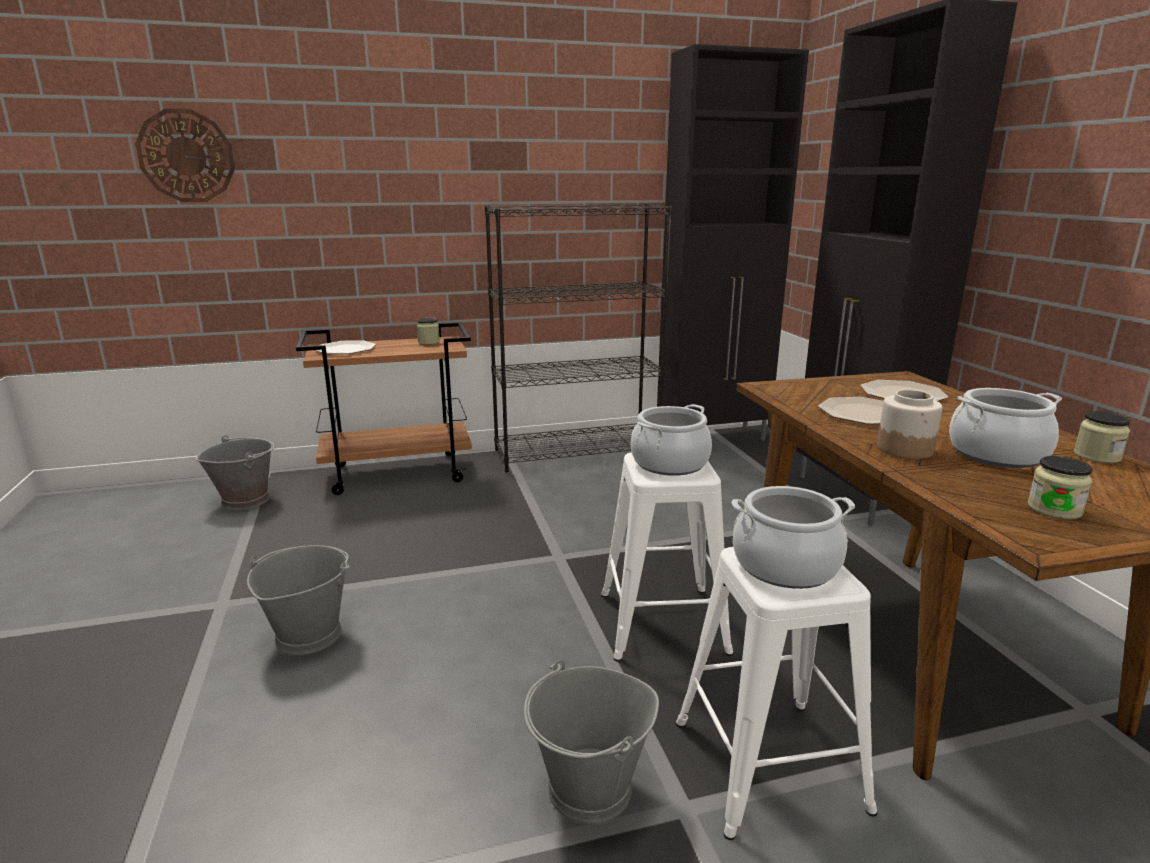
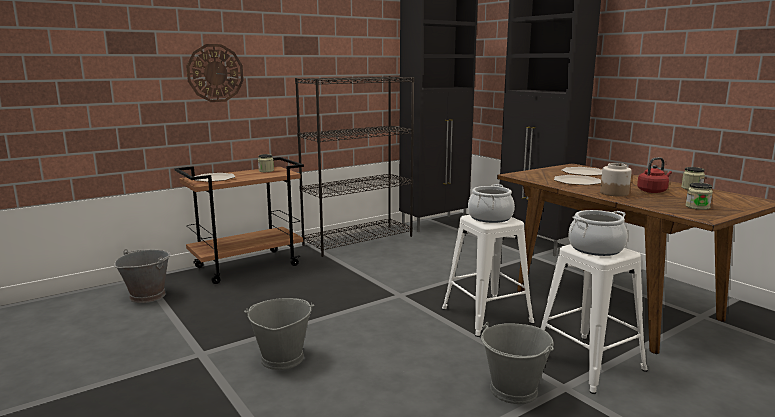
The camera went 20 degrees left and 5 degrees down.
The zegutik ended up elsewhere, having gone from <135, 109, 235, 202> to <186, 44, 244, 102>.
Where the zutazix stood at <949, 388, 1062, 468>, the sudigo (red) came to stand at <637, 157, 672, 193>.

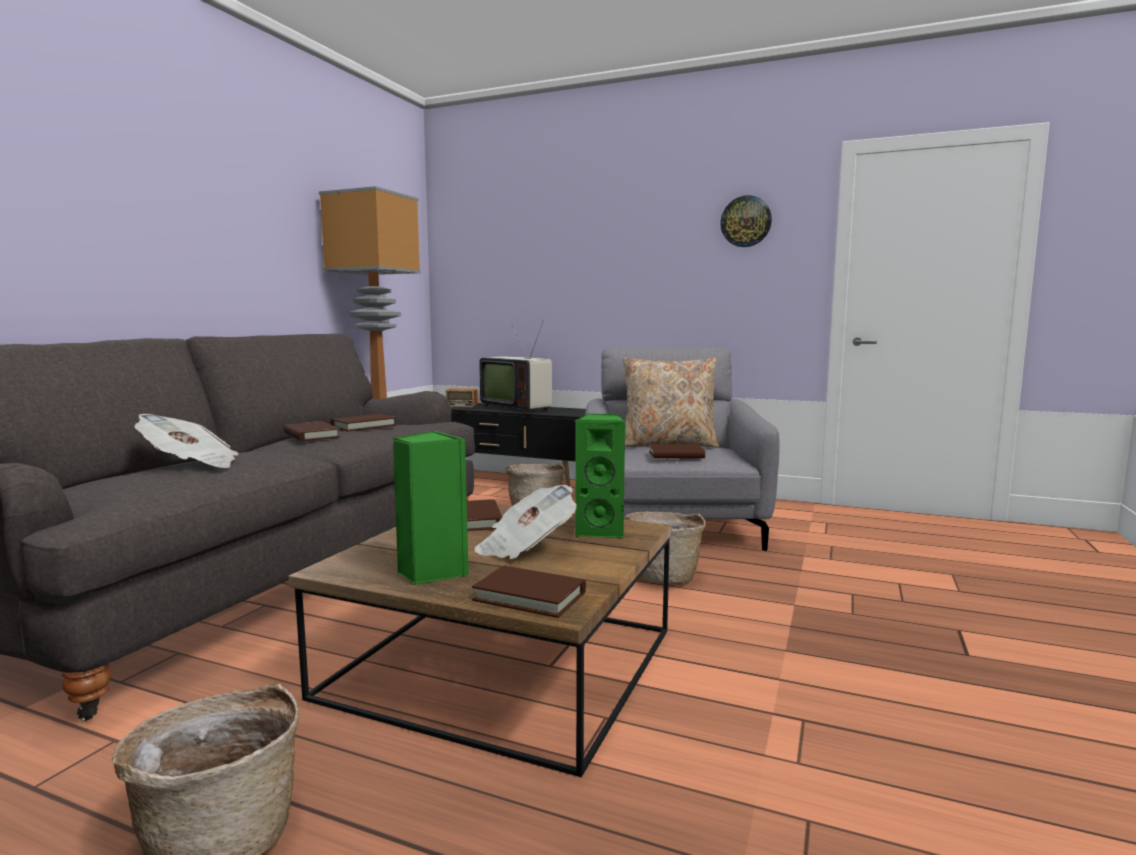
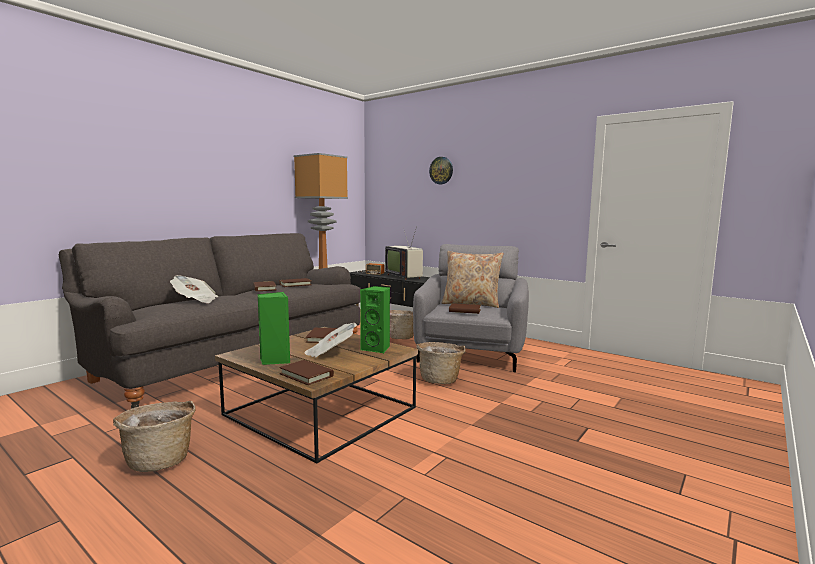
The camera went 15 degrees right and 0 degrees up.
The zegutik ended up elsewhere, having gone from <720, 195, 772, 247> to <429, 157, 453, 184>.

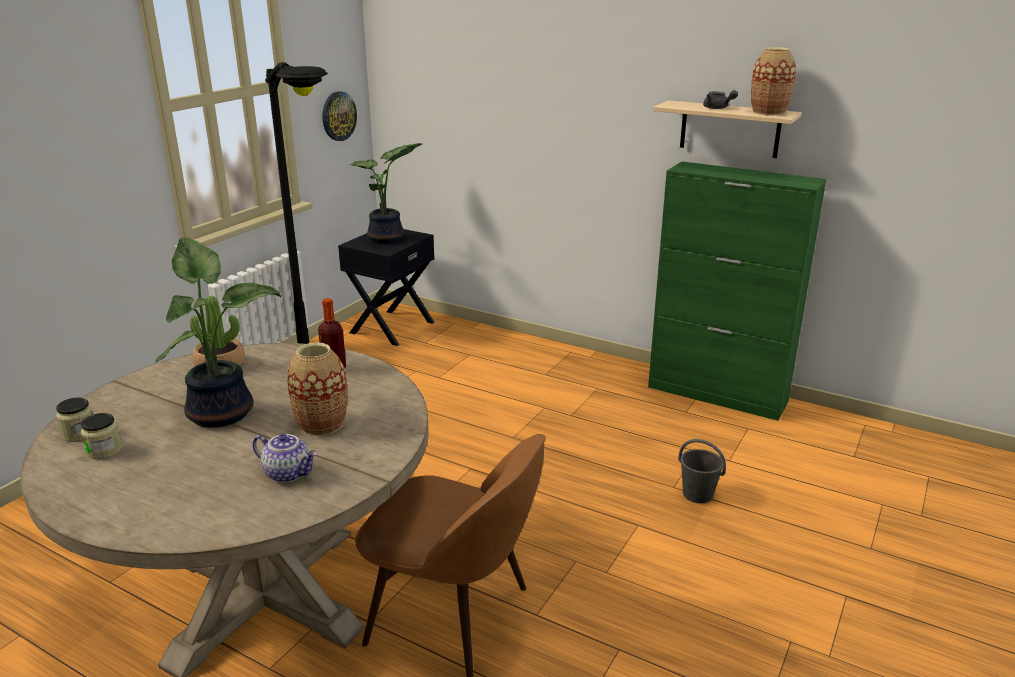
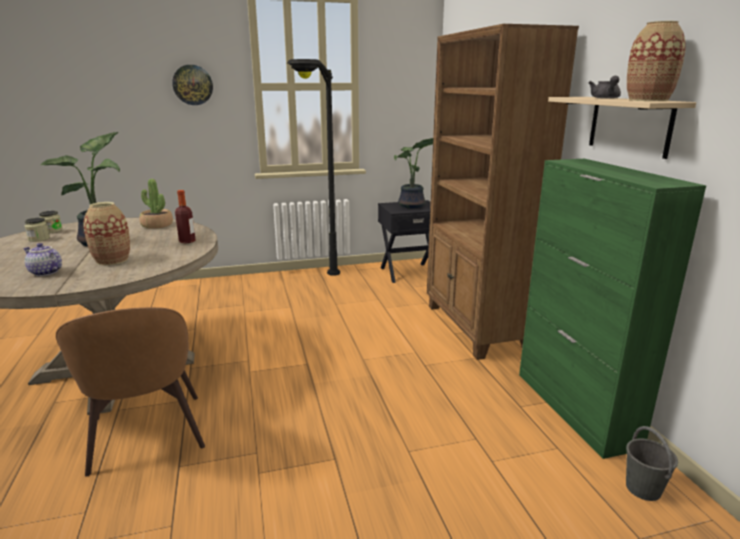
The camera went 45 degrees right and 5 degrees down.
The zegutik ended up elsewhere, having gone from <322, 91, 357, 141> to <172, 65, 213, 105>.
The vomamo at <252, 434, 317, 483> ended up facing another way, 135 degrees clockwise from before.
The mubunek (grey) ended up elsewhere, having gone from <678, 439, 726, 503> to <626, 426, 678, 501>.
The second view gained the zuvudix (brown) at <427, 24, 579, 360>.

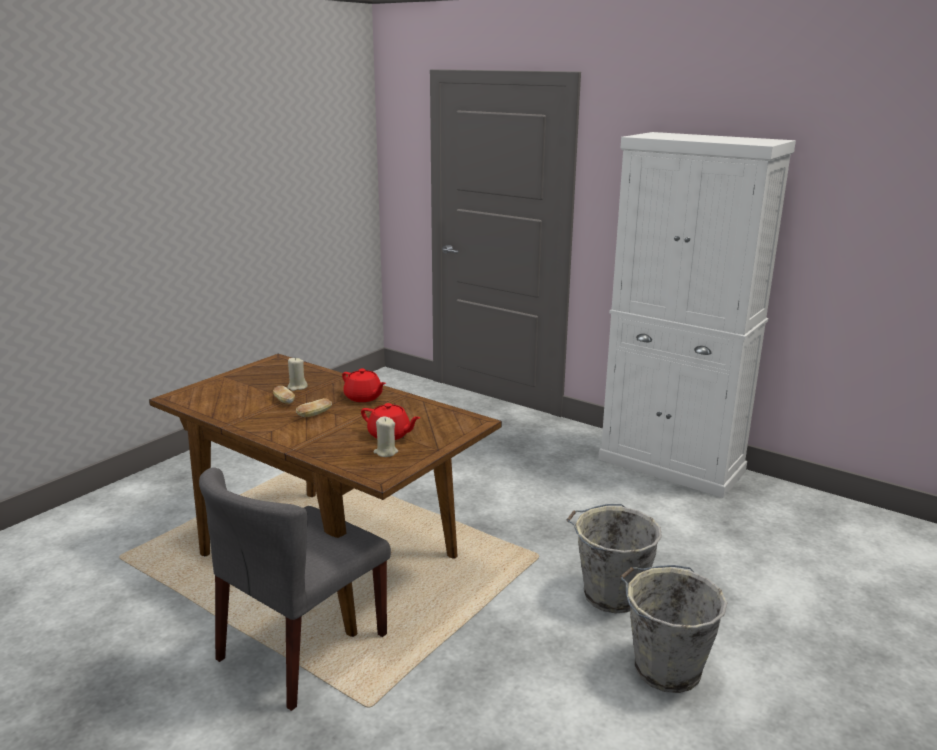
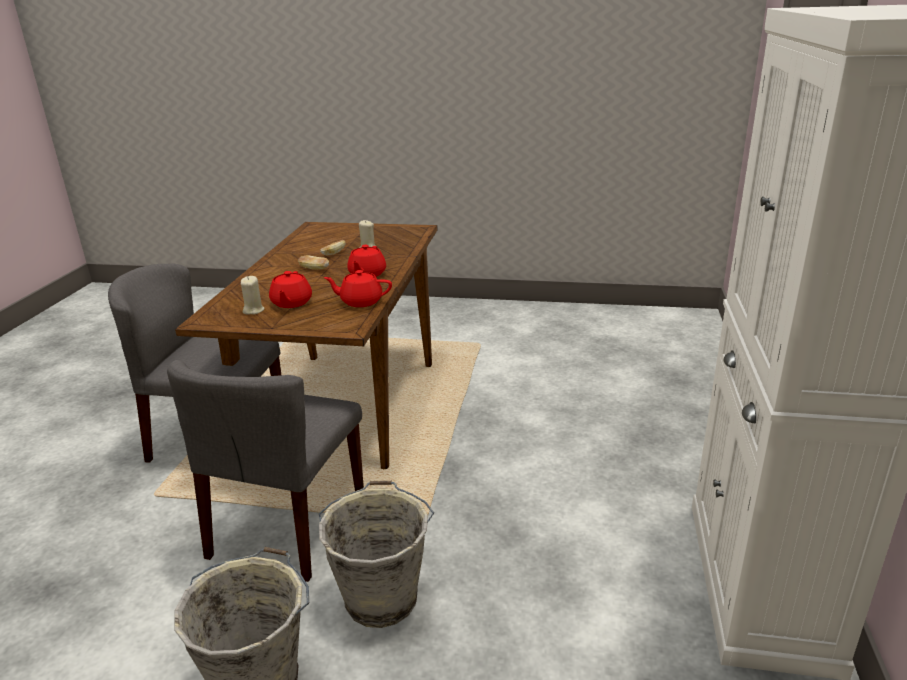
The camera went 65 degrees right and 5 degrees up.
The second view gained the vomamo (red) at <324, 270, 392, 307>.
The second view gained the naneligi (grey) at <167, 360, 364, 582>.

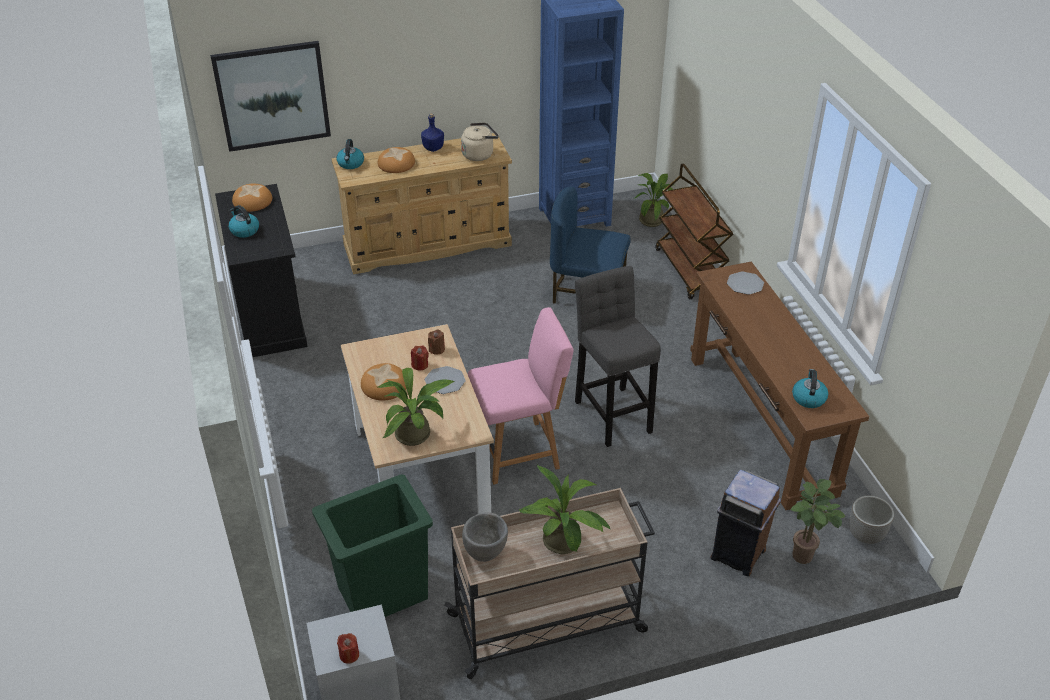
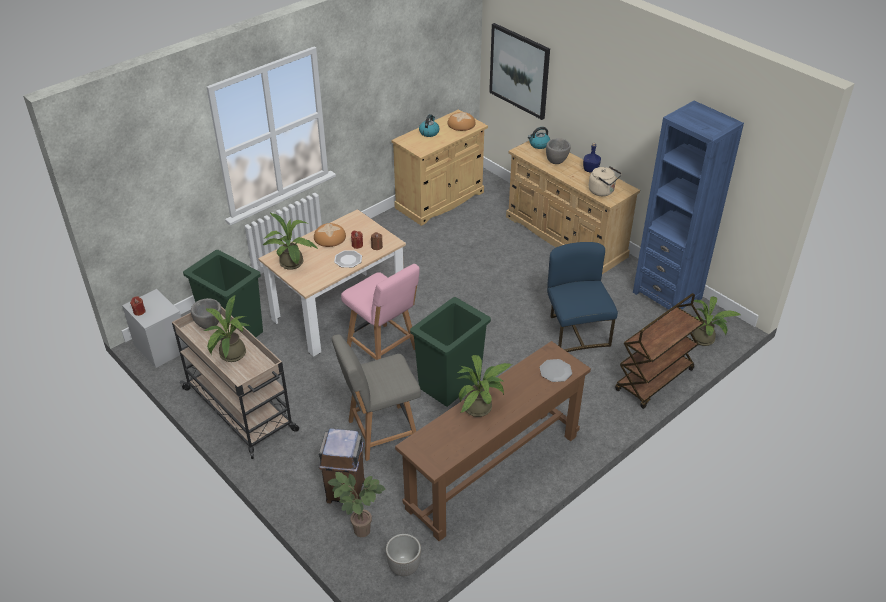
The camera went 65 degrees right and 0 degrees up.
Where the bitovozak stood at <378, 147, 415, 173>, the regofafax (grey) came to stand at <546, 138, 571, 164>.
What was the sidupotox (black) at <215, 184, 307, 357> turned into the sidupotox (beige) at <391, 109, 488, 226>.
Where the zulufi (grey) stood at <575, 266, 661, 447>, the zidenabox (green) came to stand at <410, 297, 491, 407>.
The second view lost the sudigo at <792, 369, 828, 408>.
The second view gained the naneligi (grey) at <332, 334, 421, 461>.
The second view gained the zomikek at <456, 355, 512, 417>.

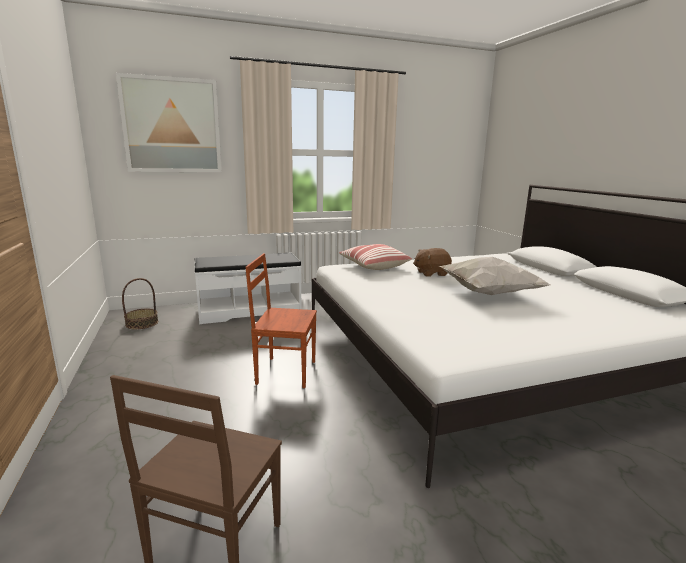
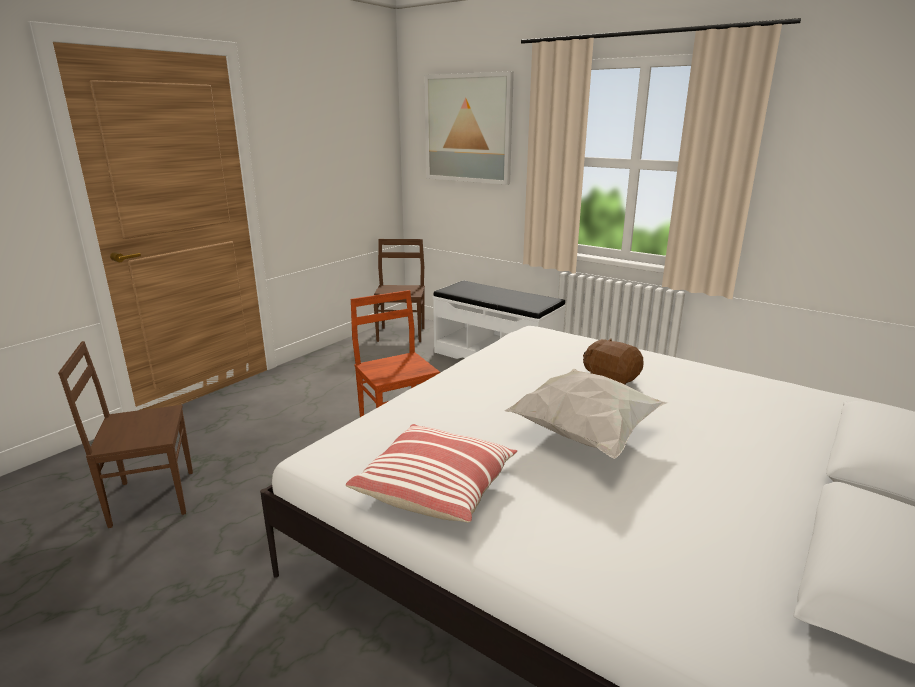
The camera went 55 degrees right and 5 degrees up.
The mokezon ended up elsewhere, having gone from <339, 244, 412, 270> to <346, 424, 517, 522>.
Where the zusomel stood at <122, 278, 158, 329>, the naneligi (brown) came to stand at <374, 239, 425, 342>.

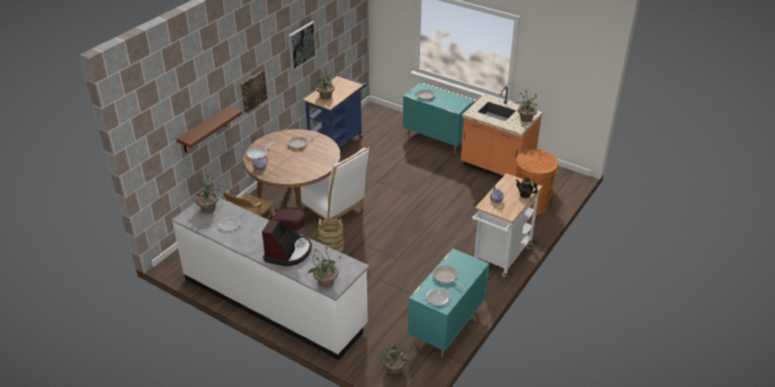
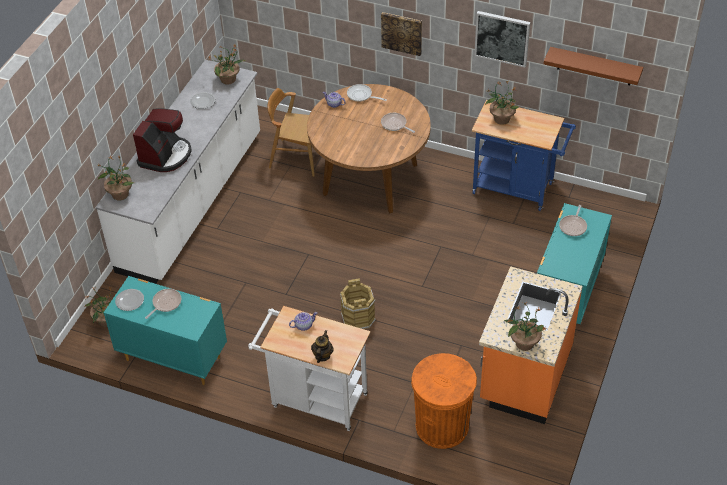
The camera went 80 degrees right and 10 degrees up.
The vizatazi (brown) ended up elsewhere, having gone from <177, 106, 242, 153> to <543, 47, 643, 85>.
The second view lost the naneligi (white) at <294, 147, 370, 219>.
The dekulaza at <262, 209, 312, 266> ended up facing another way, 75 degrees counterclockwise from before.
The mubunek (brown) ended up elsewhere, having gone from <318, 219, 344, 252> to <340, 278, 376, 329>.

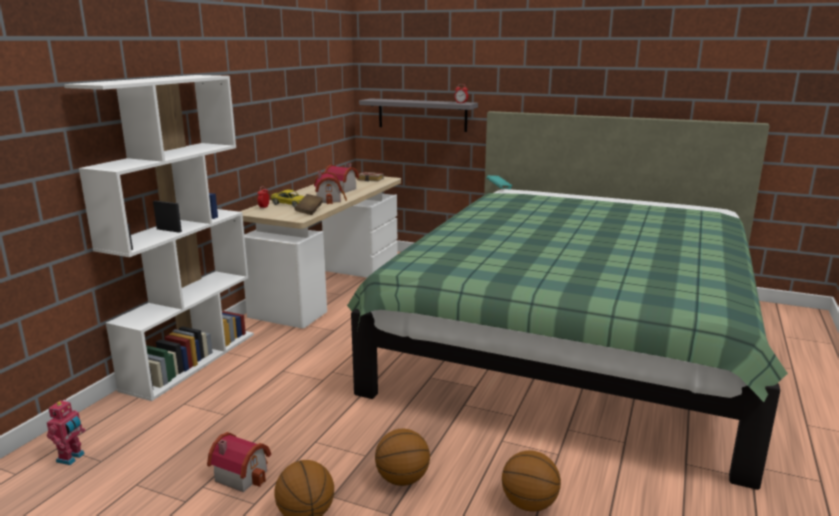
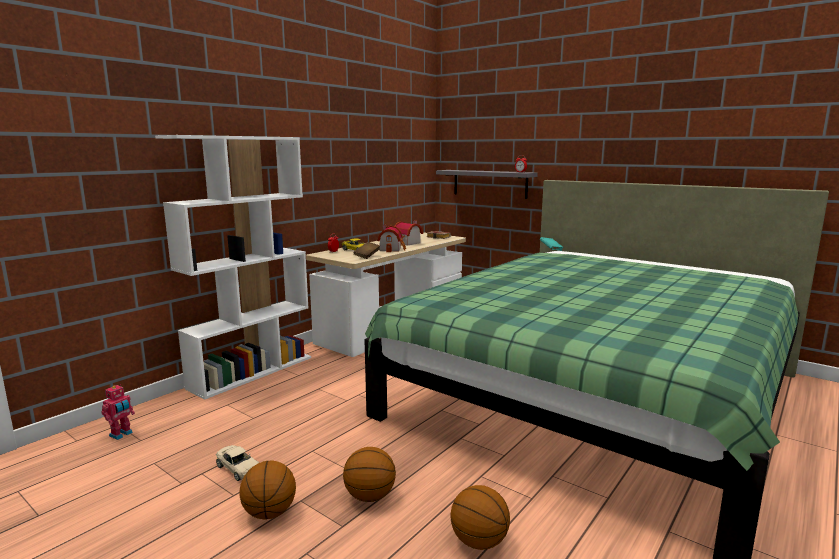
The camera went 15 degrees right and 5 degrees down.
Where the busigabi stood at <207, 432, 271, 492>, the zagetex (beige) came to stand at <216, 445, 259, 481>.

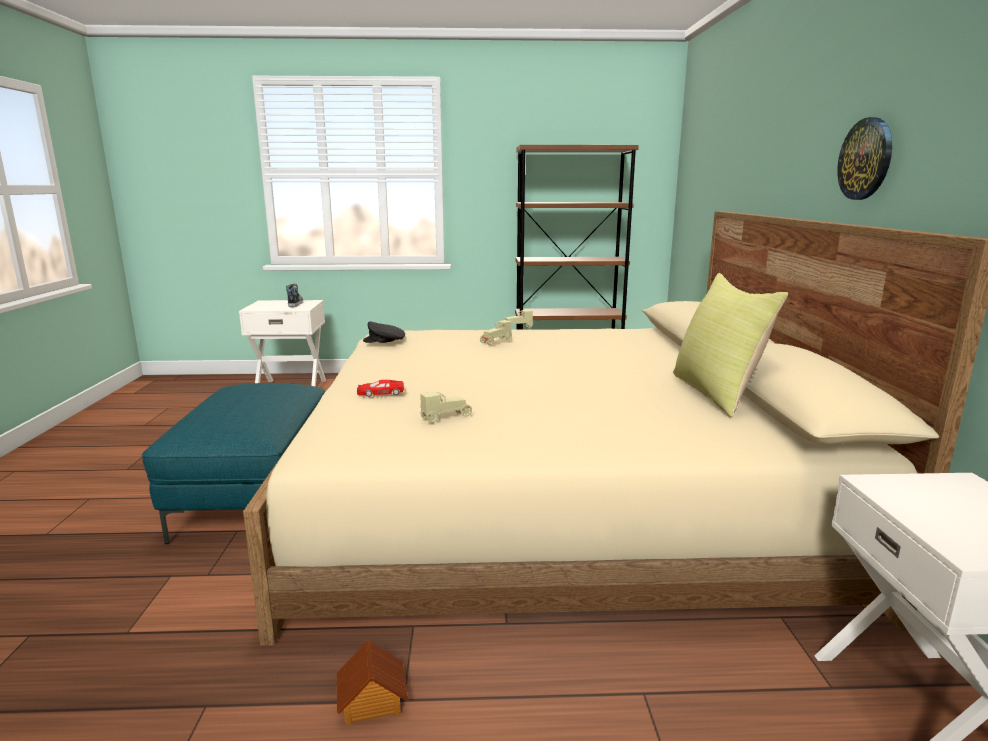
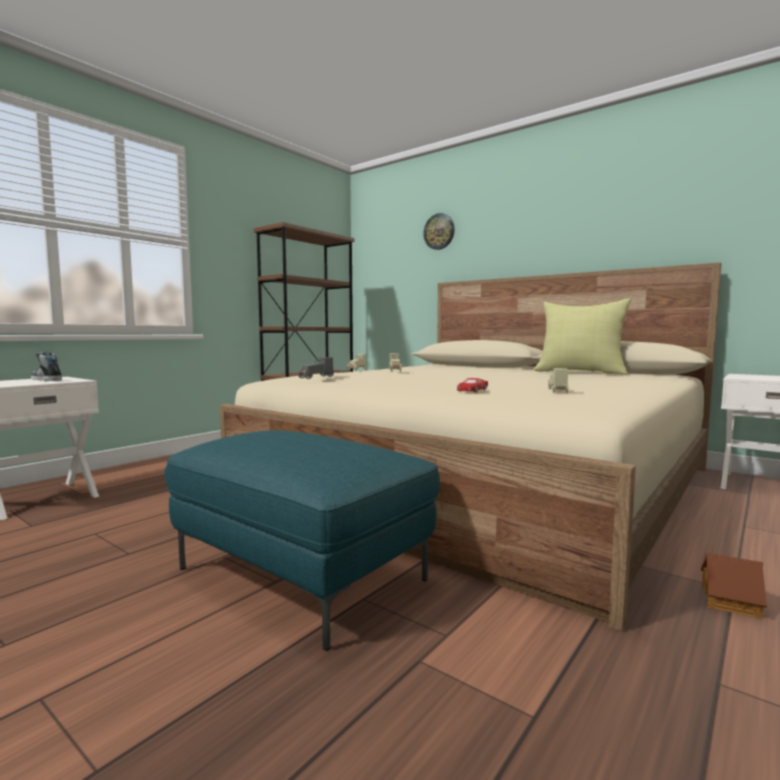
The camera went 50 degrees left and 10 degrees down.
The zegutik ended up elsewhere, having gone from <837, 117, 892, 200> to <423, 213, 455, 250>.
Where the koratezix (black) stood at <363, 321, 405, 343>, the zagetex (grey) came to stand at <298, 357, 334, 379>.

